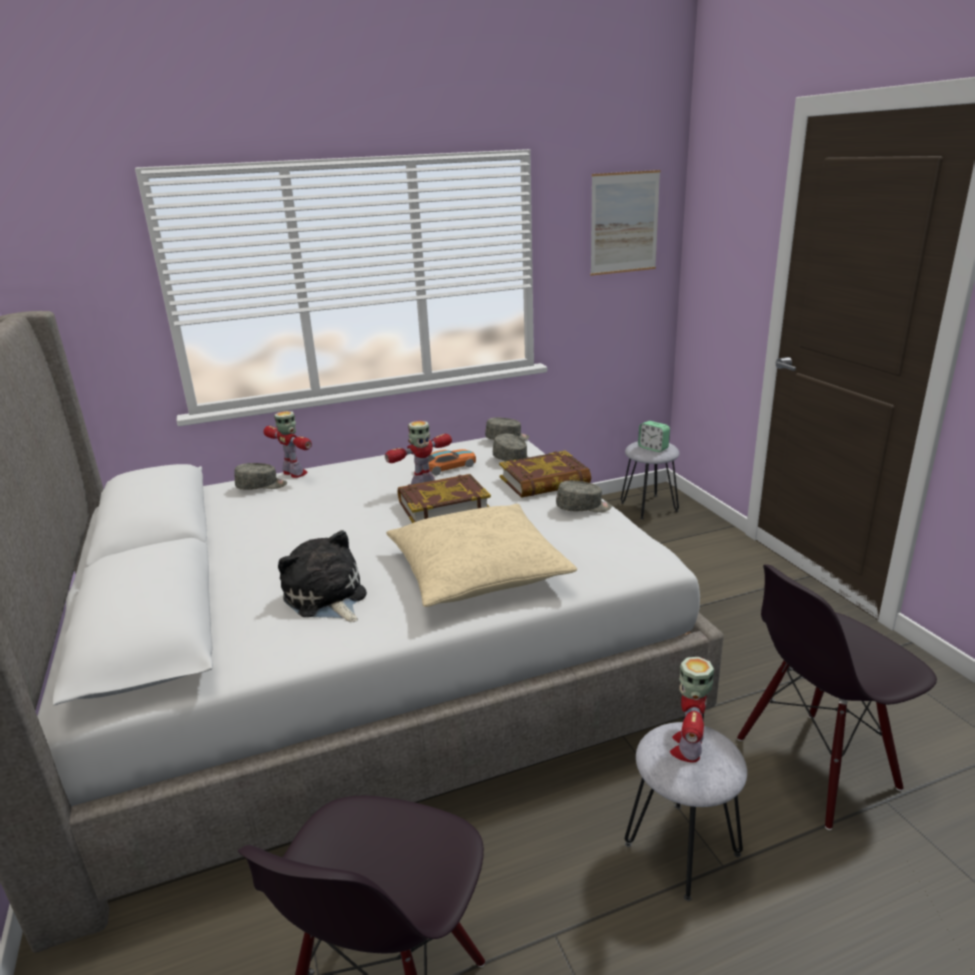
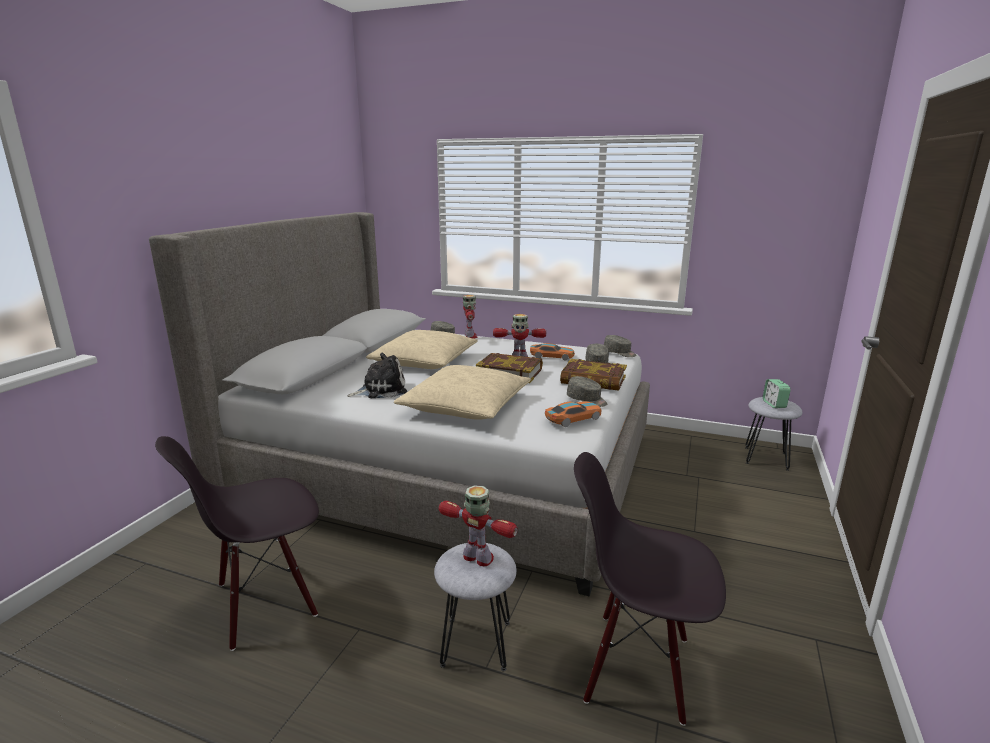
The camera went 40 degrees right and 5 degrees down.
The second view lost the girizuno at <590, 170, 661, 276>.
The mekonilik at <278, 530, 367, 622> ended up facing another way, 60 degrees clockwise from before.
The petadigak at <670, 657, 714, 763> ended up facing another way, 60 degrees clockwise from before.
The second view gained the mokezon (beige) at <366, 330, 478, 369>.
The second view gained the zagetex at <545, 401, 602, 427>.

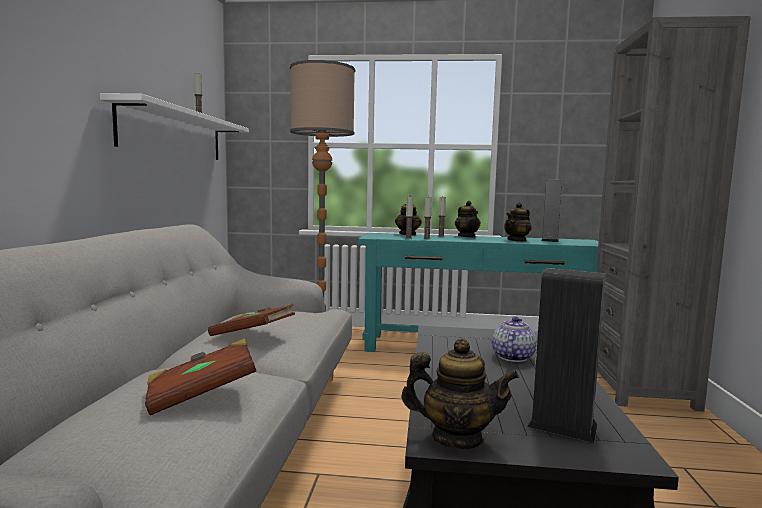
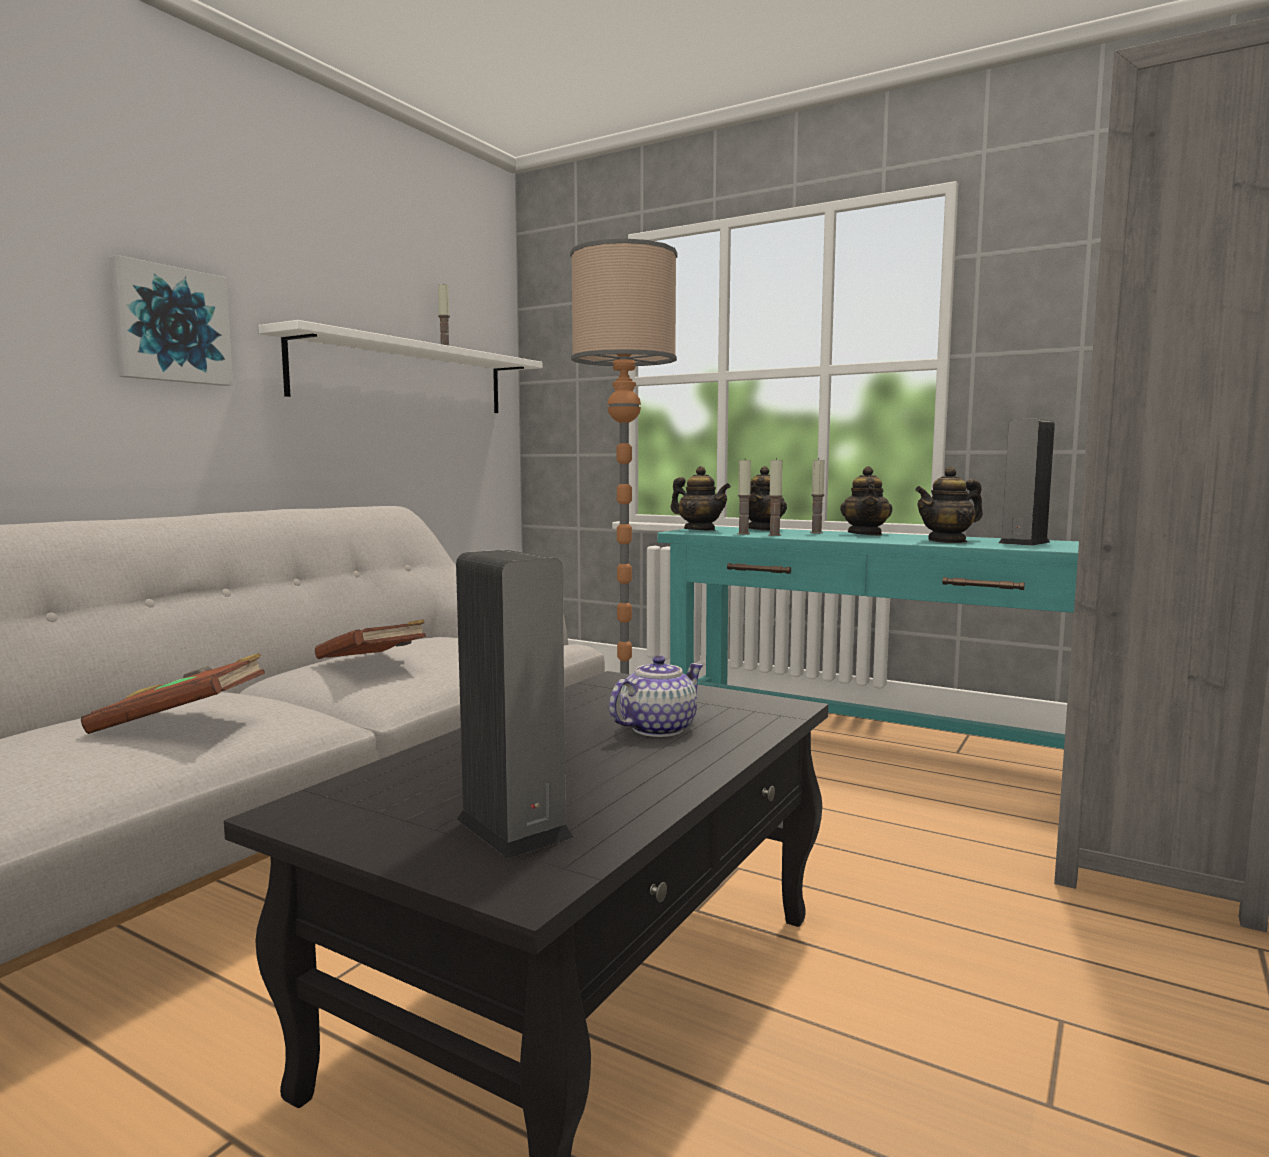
The camera went 25 degrees right and 0 degrees up.
The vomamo ended up elsewhere, having gone from <401, 338, 519, 449> to <671, 466, 731, 531>.
The second view gained the girizuno at <109, 255, 233, 386>.

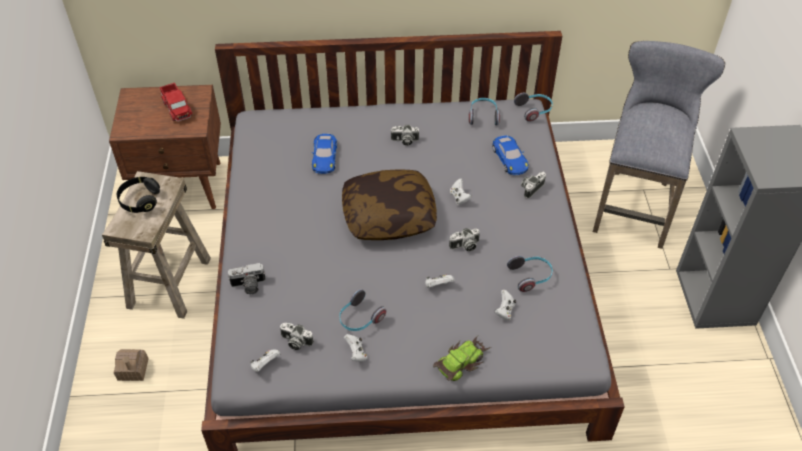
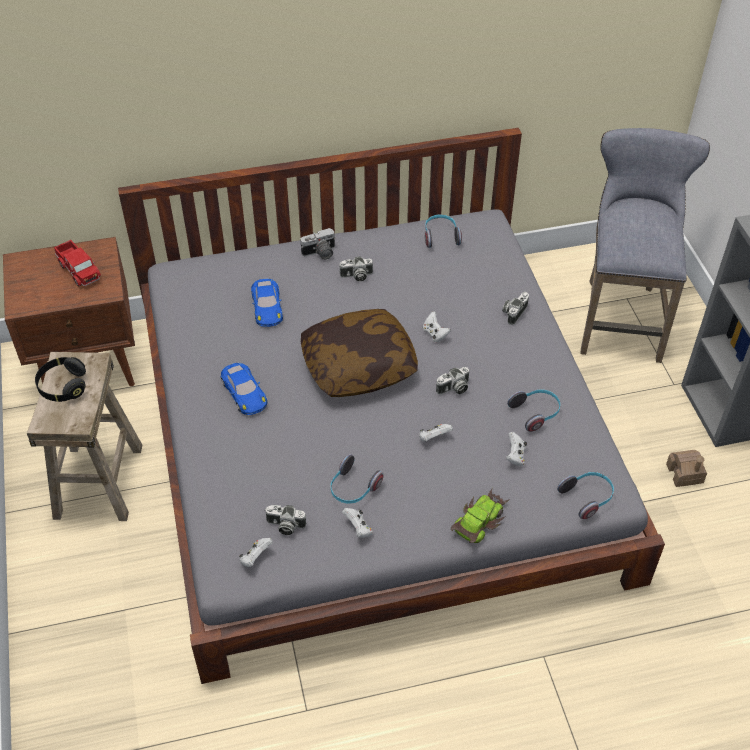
The camera went 10 degrees left and 0 degrees up.
The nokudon ended up elsewhere, having gone from <514, 93, 553, 122> to <557, 472, 614, 519>.
The zagetex (blue) ended up elsewhere, having gone from <492, 135, 529, 175> to <221, 363, 267, 415>.
The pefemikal ended up elsewhere, having gone from <228, 263, 266, 294> to <301, 228, 336, 260>.
The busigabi ended up elsewhere, having gone from <114, 349, 149, 381> to <666, 450, 707, 487>.

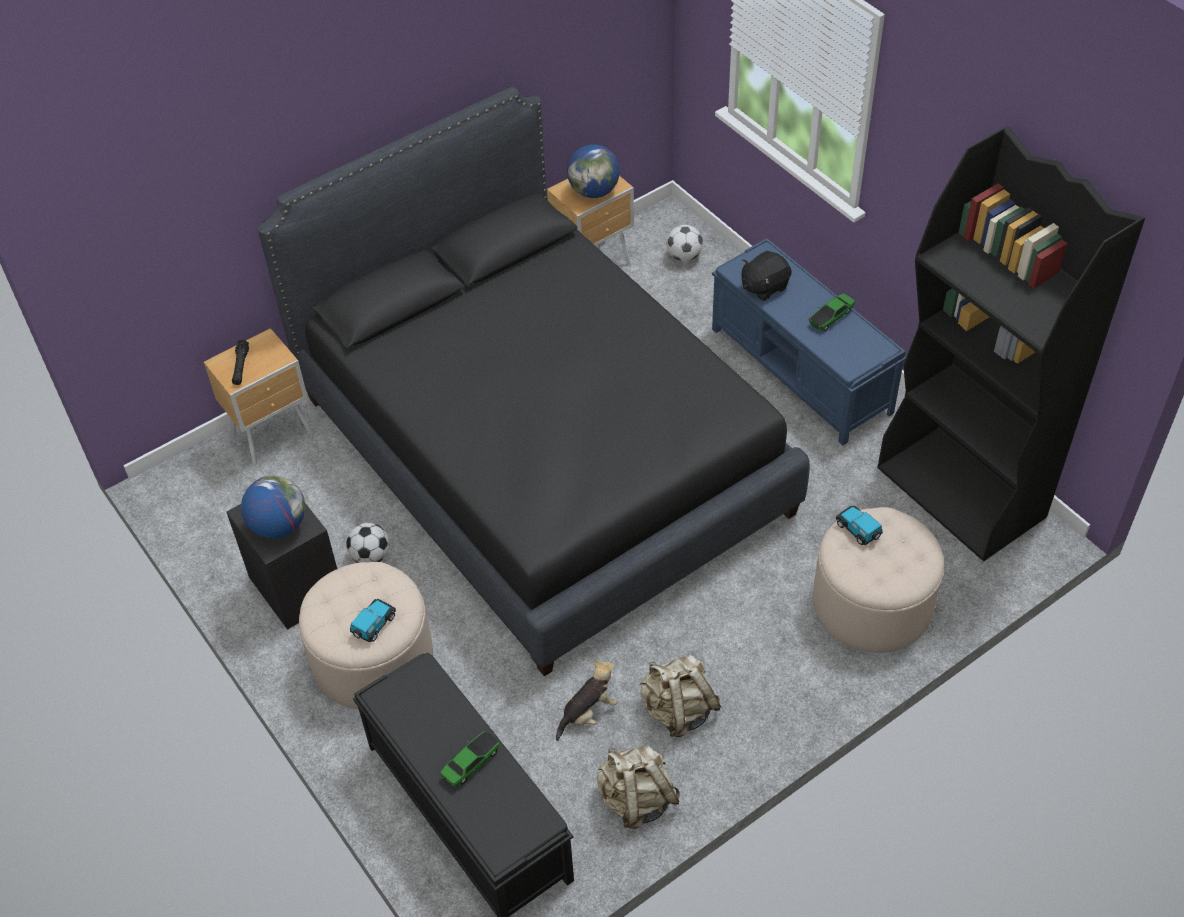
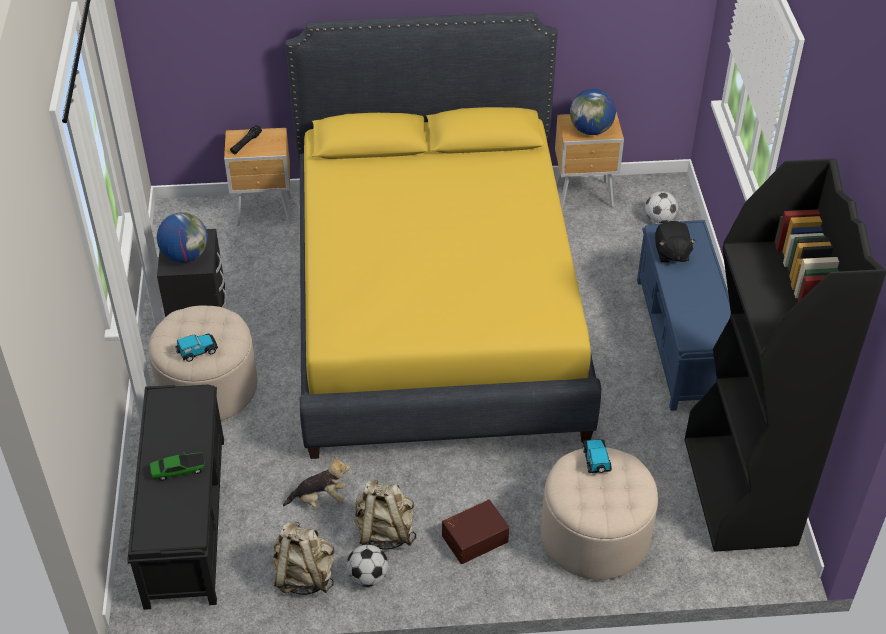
The camera went 30 degrees right and 5 degrees down.
What was the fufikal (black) at <258, 87, 810, 677> turned into the fufikal (yellow) at <285, 12, 601, 459>.
The mekonilik (black) at <742, 251, 792, 301> ended up facing another way, 90 degrees counterclockwise from before.
The second view lost the zagetex at <809, 293, 855, 331>.
The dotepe ended up elsewhere, having gone from <346, 523, 389, 563> to <347, 544, 388, 587>.
The second view gained the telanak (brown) at <442, 499, 509, 564>.

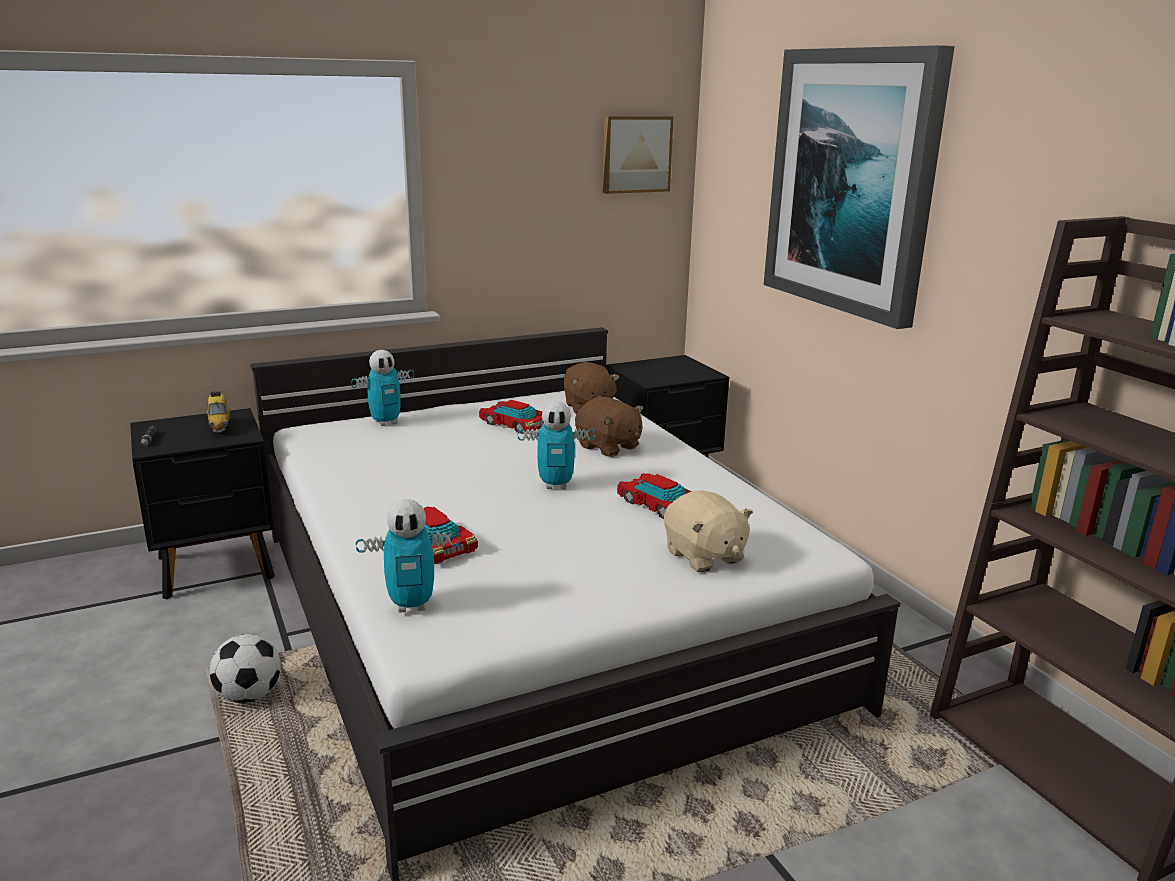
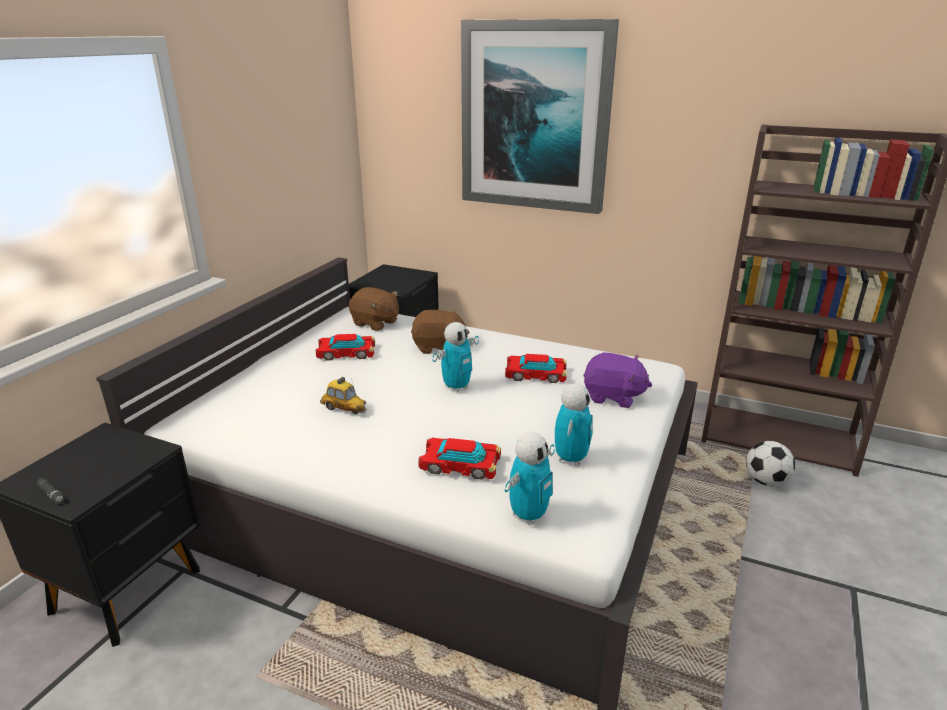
The camera went 40 degrees left and 5 degrees up.
The second view lost the girizuno at <602, 116, 674, 194>.
The petadigak ended up elsewhere, having gone from <351, 350, 414, 426> to <555, 383, 593, 466>.
The zagetex ended up elsewhere, having gone from <207, 391, 231, 433> to <320, 377, 367, 414>.
What was the mekonilik (beige) at <664, 491, 753, 573> turned into the mekonilik (purple) at <583, 352, 652, 408>.
The dotepe ended up elsewhere, having gone from <209, 634, 281, 703> to <746, 441, 795, 486>.

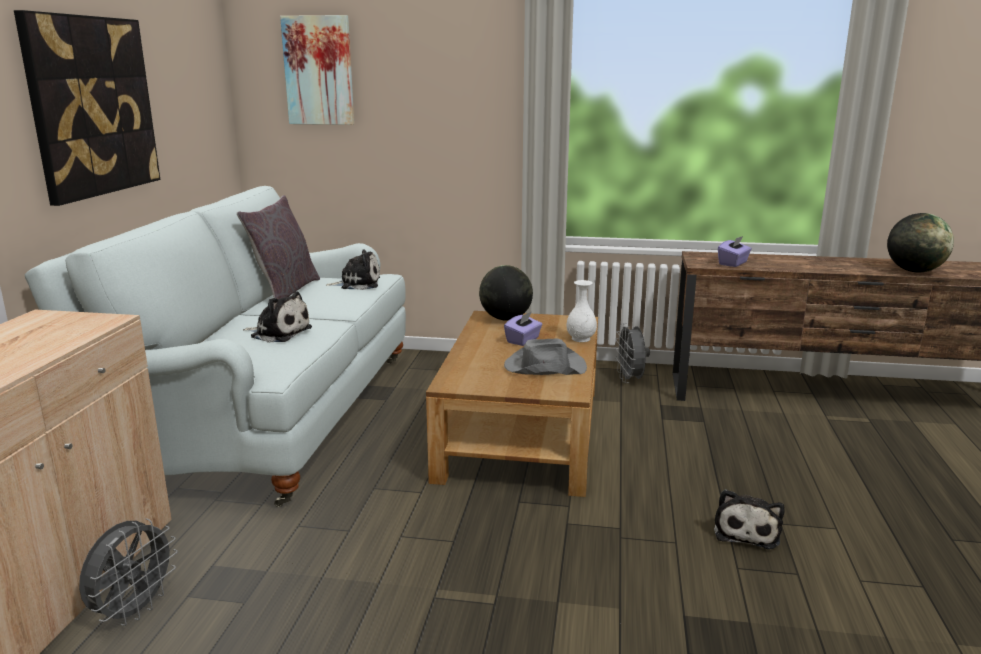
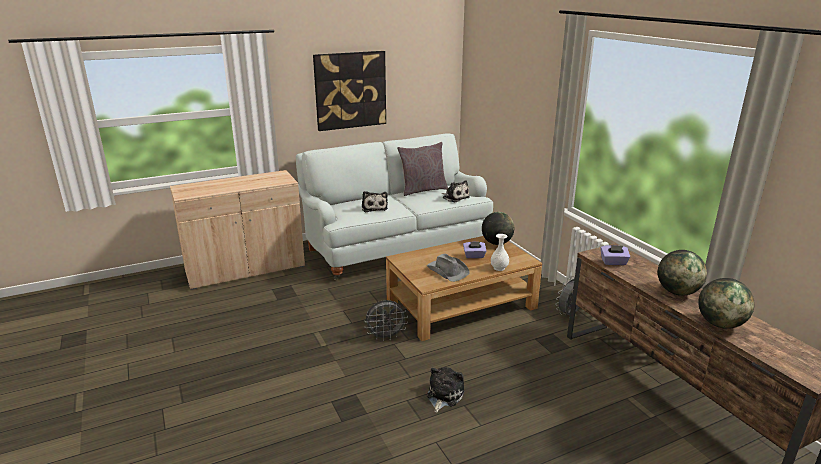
The camera went 55 degrees right and 5 degrees up.
The second view lost the girizuno at <280, 15, 354, 125>.
The mekonilik at <714, 489, 785, 549> ended up facing another way, 135 degrees clockwise from before.
The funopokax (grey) ended up elsewhere, having gone from <79, 518, 178, 626> to <365, 300, 408, 341>.
The second view gained the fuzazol at <658, 250, 707, 296>.

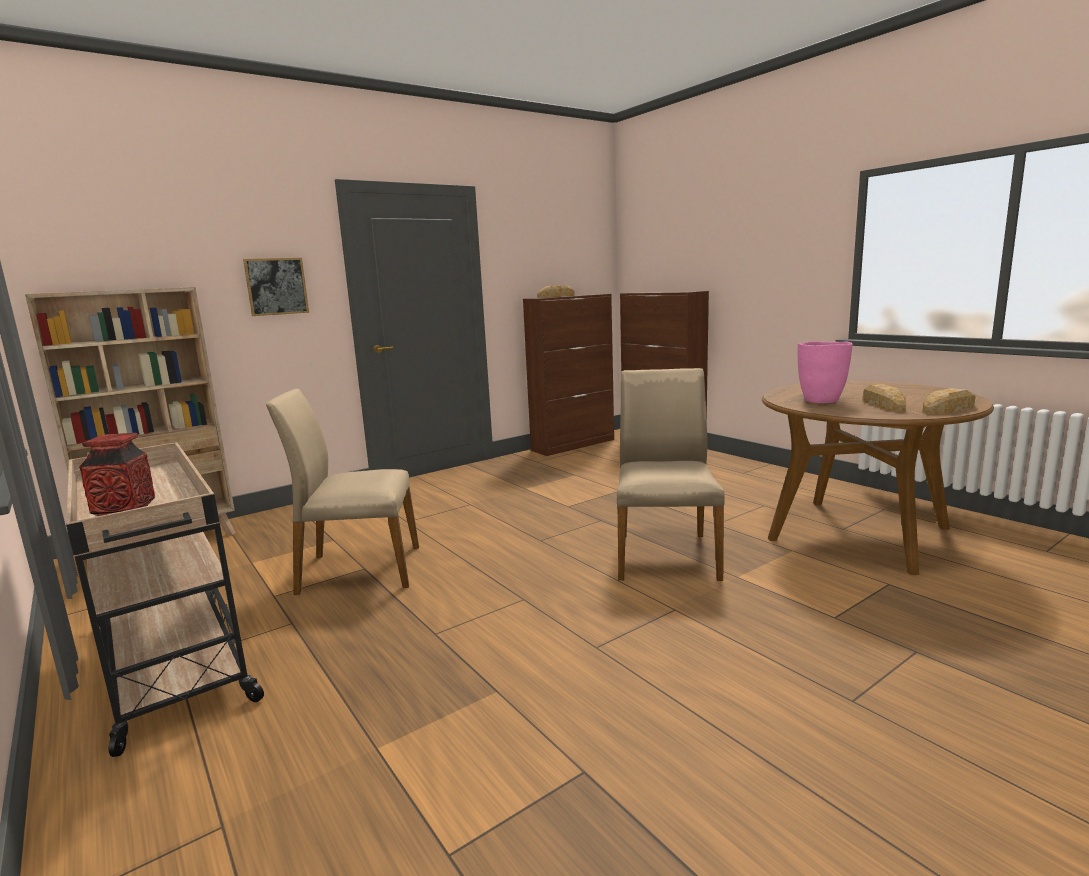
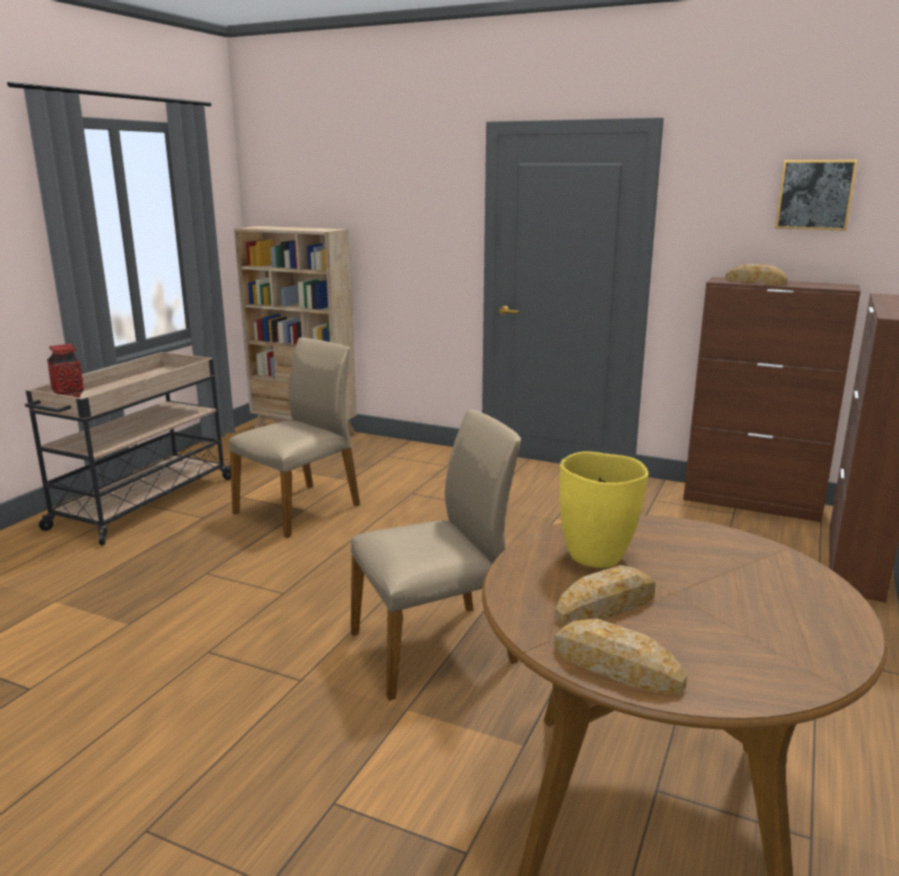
The camera went 60 degrees right and 5 degrees up.
The girizuno ended up elsewhere, having gone from <243, 258, 309, 316> to <775, 160, 858, 231>.
What was the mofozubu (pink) at <798, 341, 853, 403> turned into the mofozubu (yellow) at <560, 451, 648, 568>.
The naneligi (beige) at <266, 389, 419, 595> ended up facing another way, 75 degrees clockwise from before.

